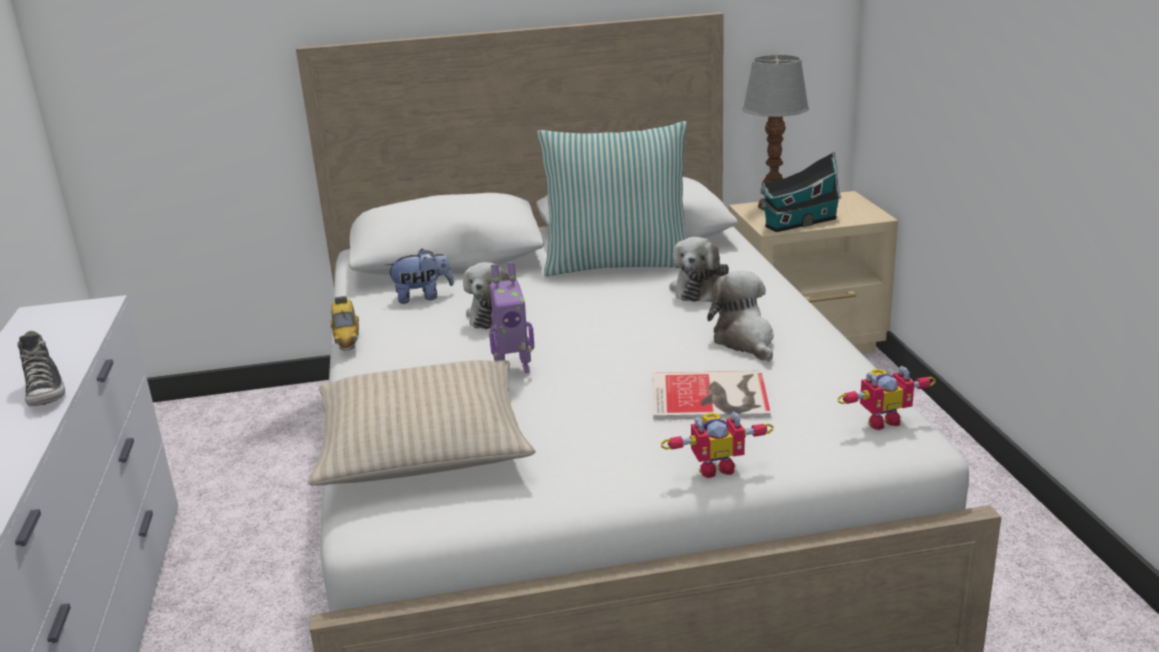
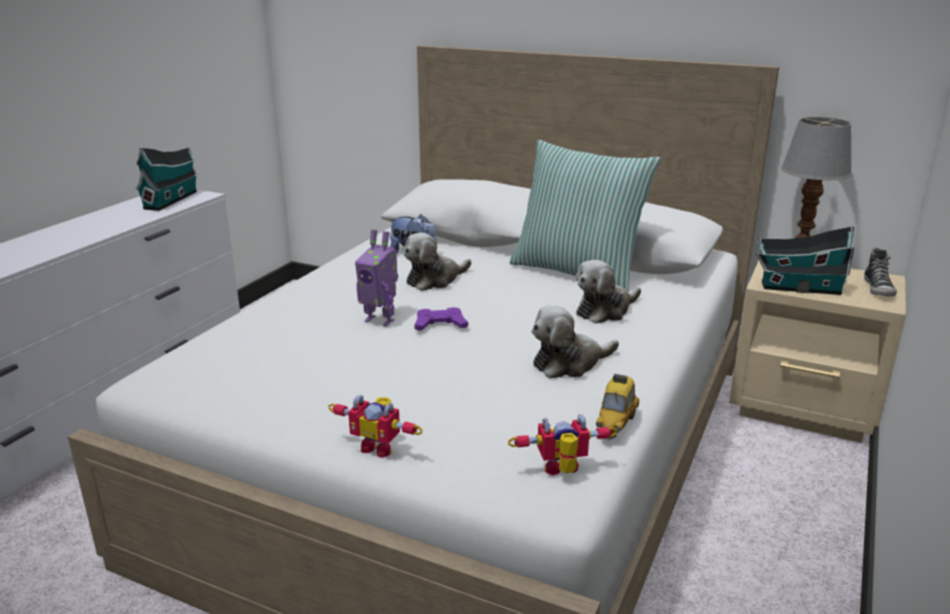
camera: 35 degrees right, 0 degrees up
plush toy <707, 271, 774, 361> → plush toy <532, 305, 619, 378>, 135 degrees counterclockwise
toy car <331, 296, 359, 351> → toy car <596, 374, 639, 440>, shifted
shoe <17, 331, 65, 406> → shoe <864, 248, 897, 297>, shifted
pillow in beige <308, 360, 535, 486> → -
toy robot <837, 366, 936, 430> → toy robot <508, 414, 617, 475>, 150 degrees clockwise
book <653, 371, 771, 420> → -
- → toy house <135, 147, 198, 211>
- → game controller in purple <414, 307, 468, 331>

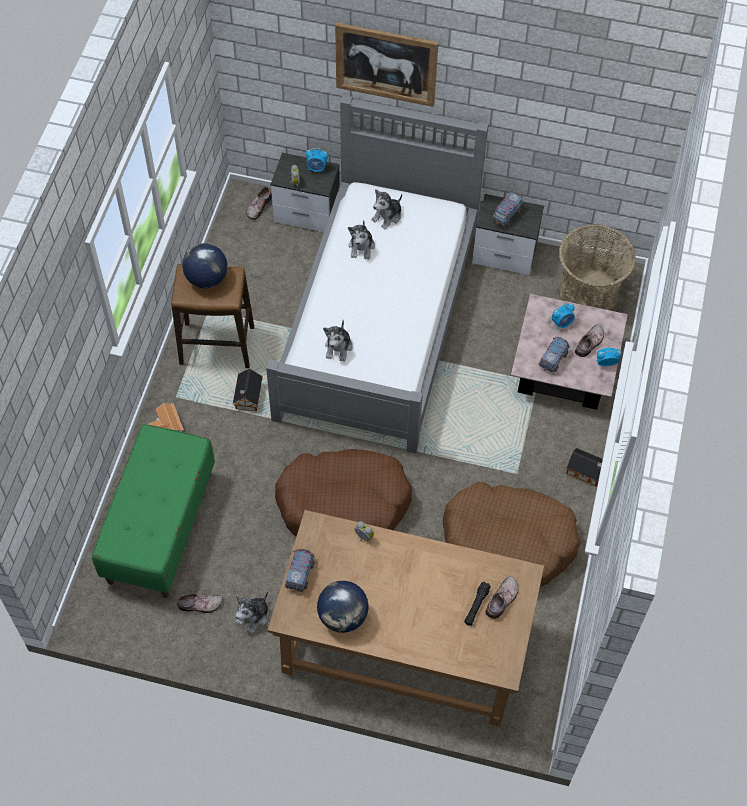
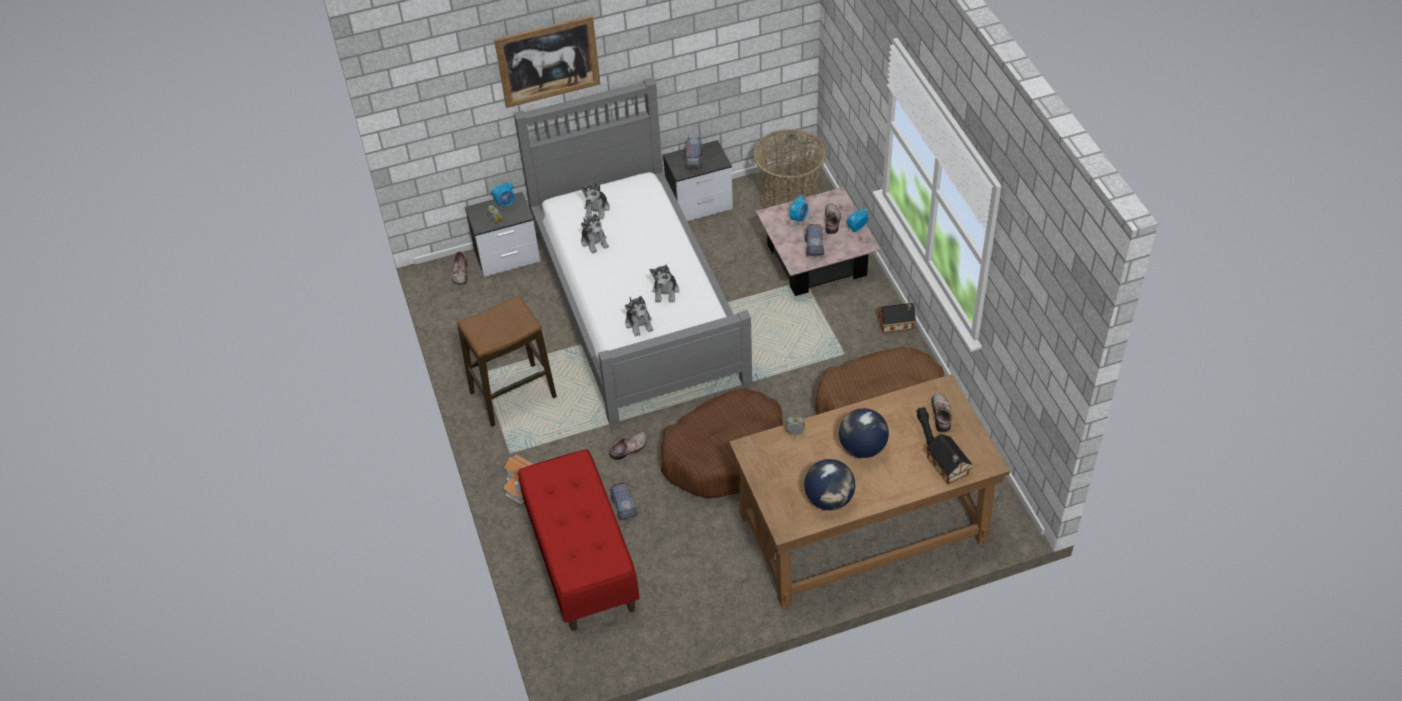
camera: 30 degrees left, 10 degrees down
globe <182, 243, 227, 288> → globe <839, 408, 889, 458>, shifted
toy house <233, 369, 263, 411> → toy house <926, 434, 973, 484>, shifted
bench in green <92, 424, 215, 598> → bench in red <518, 449, 640, 631>
toy truck <285, 549, 314, 592> → toy truck <610, 482, 637, 520>, shifted
plush toy <235, 591, 269, 634> → plush toy <649, 264, 679, 303>, shifted
shoe <177, 593, 222, 613> → shoe <609, 432, 647, 460>, shifted

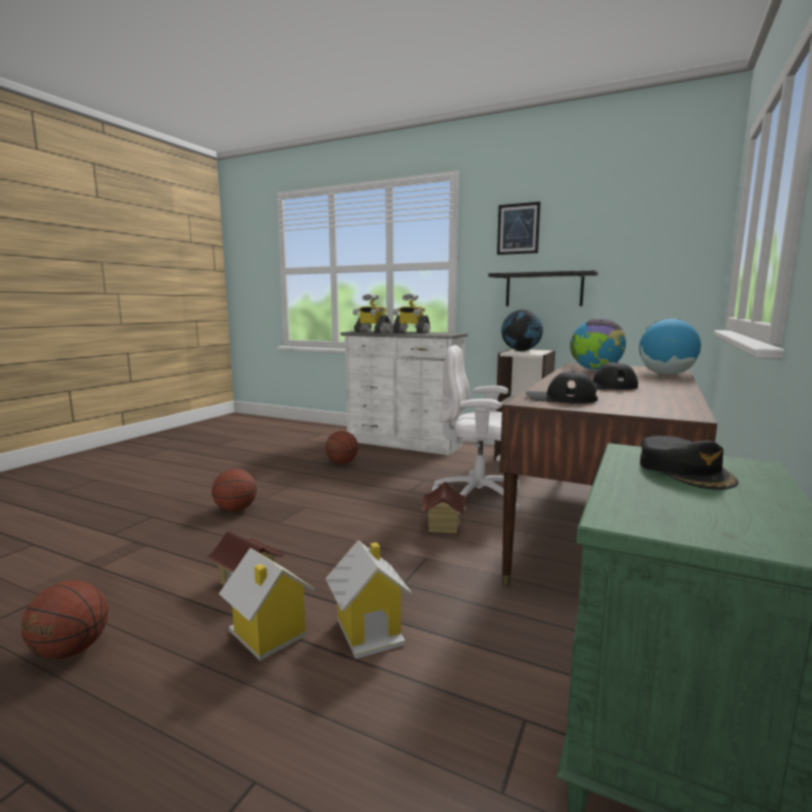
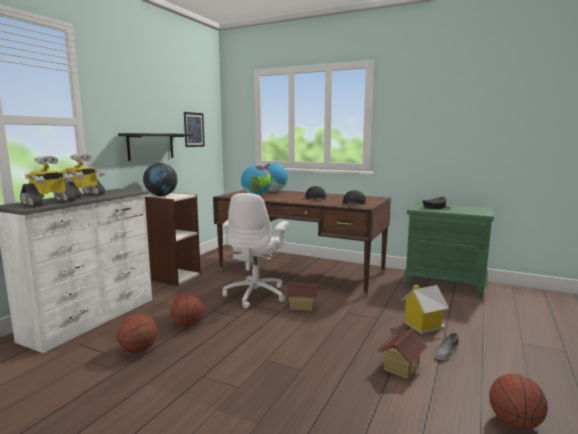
camera: 90 degrees left, 0 degrees up
picture <497, 202, 541, 255> → picture <184, 112, 205, 147>, shifted
basketball <212, 469, 257, 512> → basketball <170, 293, 204, 326>, shifted
toy house <219, 548, 316, 661> → shoe in grey <435, 333, 459, 360>

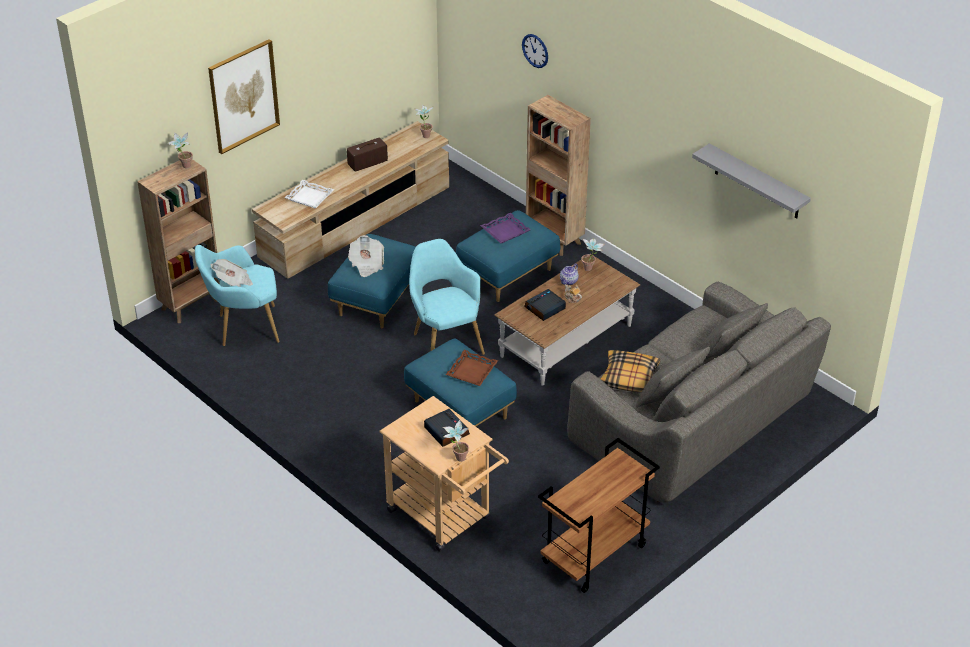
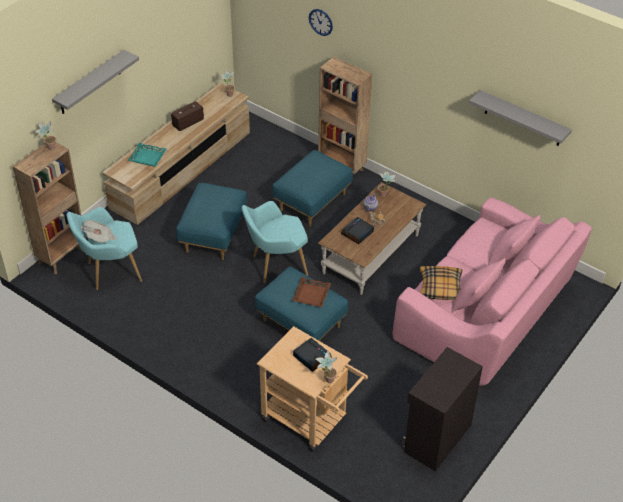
camera: 10 degrees left, 5 degrees up
picture <208, 39, 280, 154> → shelf in grey <52, 50, 139, 114>
tray in white <285, 180, 334, 208> → tray in turquoise <128, 143, 166, 167>
tray in purple <480, 213, 531, 244> → -
newspaper <348, 235, 384, 277> → -
armchair in turquoise <409, 239, 485, 355> → armchair in turquoise <242, 201, 308, 283>, 75 degrees counterclockwise
sofa in grey <567, 282, 831, 503> → sofa in pink <392, 197, 592, 386>
cart in brown <538, 438, 660, 593> → cabinet in black <402, 347, 483, 471>

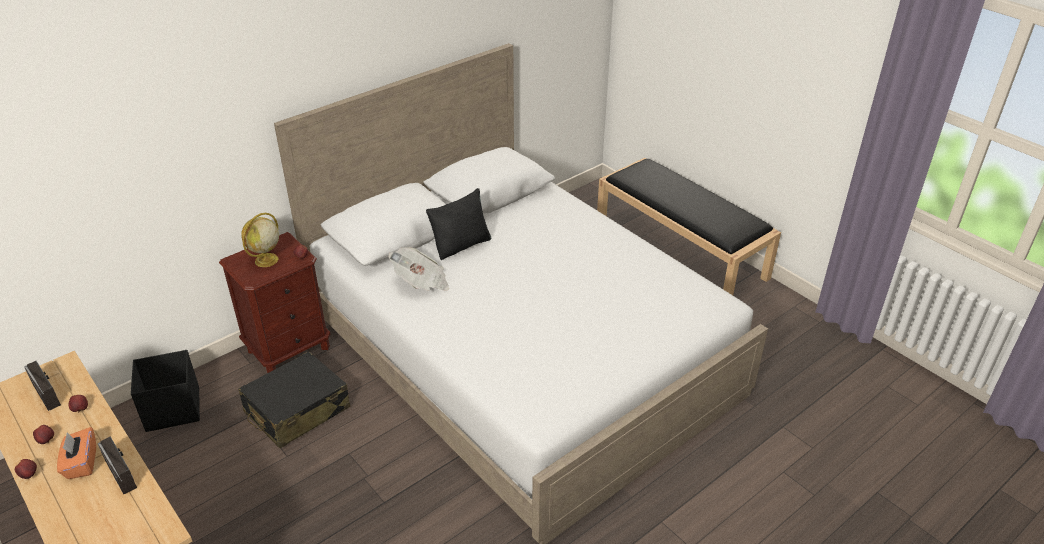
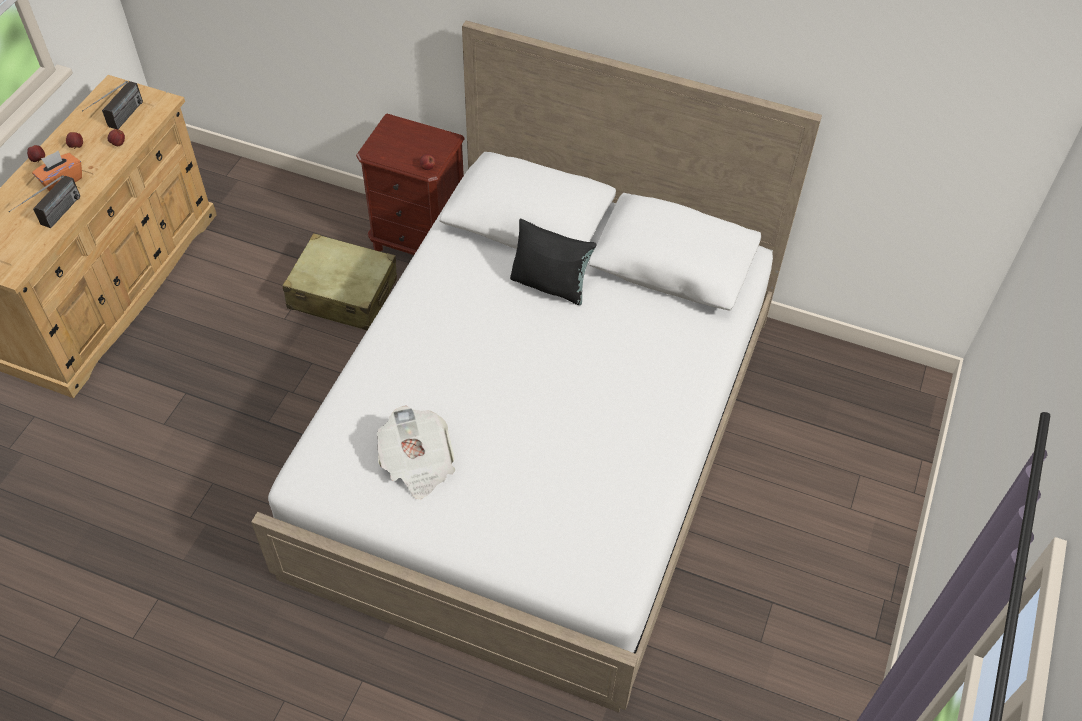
camera: 60 degrees right, 15 degrees up
bench in black <597, 158, 781, 295> → -
globe <241, 213, 279, 267> → -
newspaper <389, 247, 449, 291> → newspaper <377, 405, 455, 499>, shifted
storage box in black <131, 350, 200, 432> → -
suitcase in black <238, 351, 350, 448> → suitcase in beige <283, 233, 397, 330>

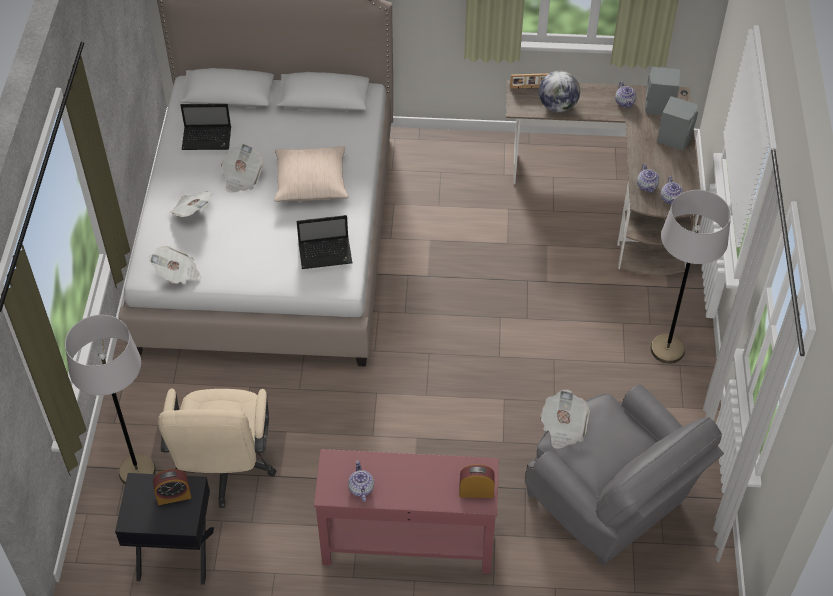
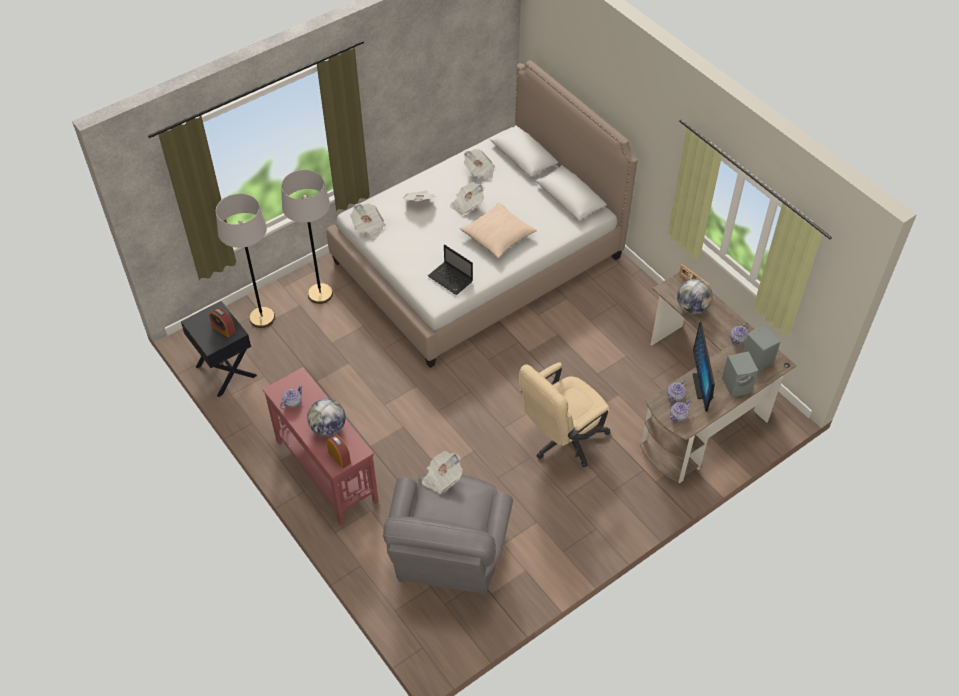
camera: 50 degrees right, 0 degrees up
laptop <180, 104, 231, 150> → newspaper <464, 149, 495, 180>
floor lamp in grey <651, 190, 731, 364> → floor lamp in grey <281, 170, 333, 304>, shifted
office chair in beige <158, 388, 276, 508> → office chair in beige <519, 363, 610, 467>, shifted
- → monitor <693, 322, 715, 412>
- → globe <307, 399, 346, 437>

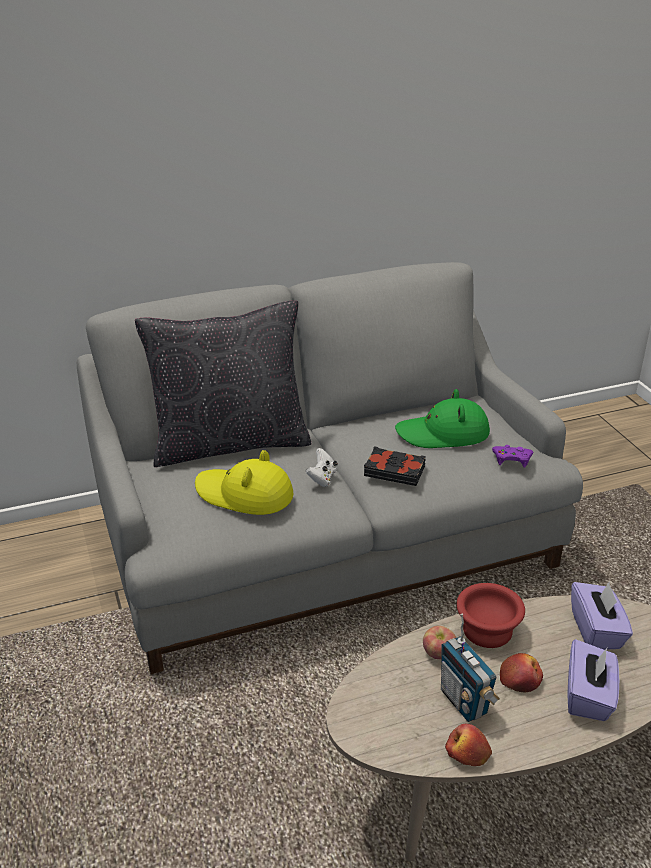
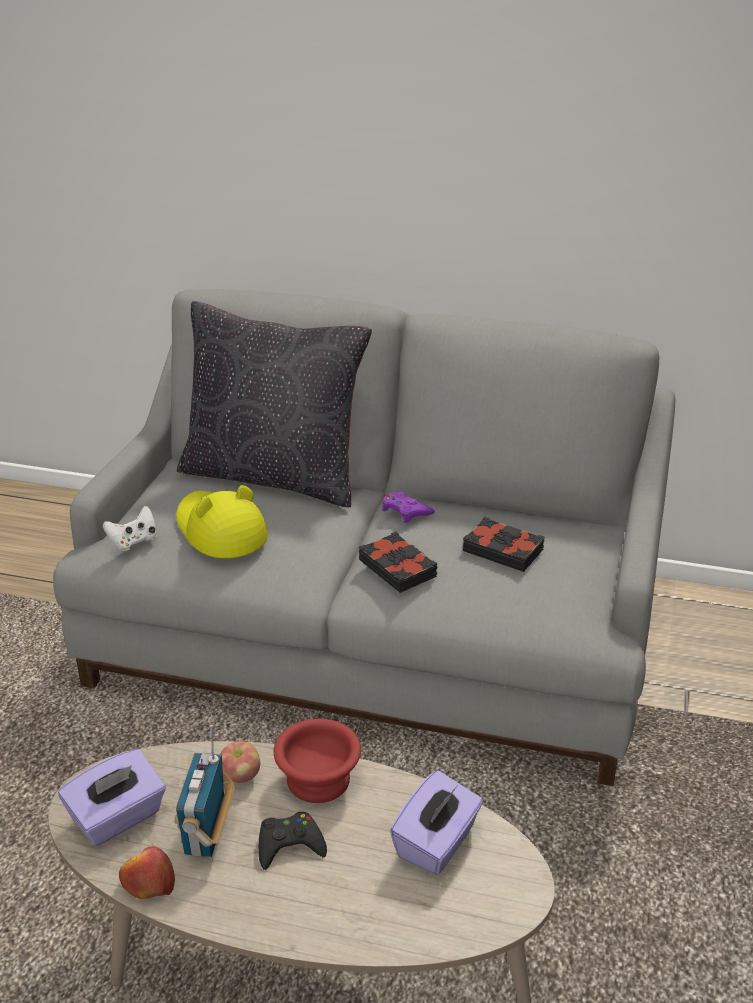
camera: 35 degrees right, 0 degrees up
hat in green <395, 389, 490, 448> → book in black <463, 516, 545, 572>
game controller in purple <492, 445, 533, 467> → game controller in purple <382, 492, 435, 523>, shifted
game controller in white <306, 448, 338, 487> → game controller in white <103, 506, 157, 551>, shifted
tissue box in purple <567, 639, 619, 721> → tissue box in purple <59, 749, 166, 846>, shifted
apple <500, 653, 543, 692> → game controller in black <259, 812, 327, 870>

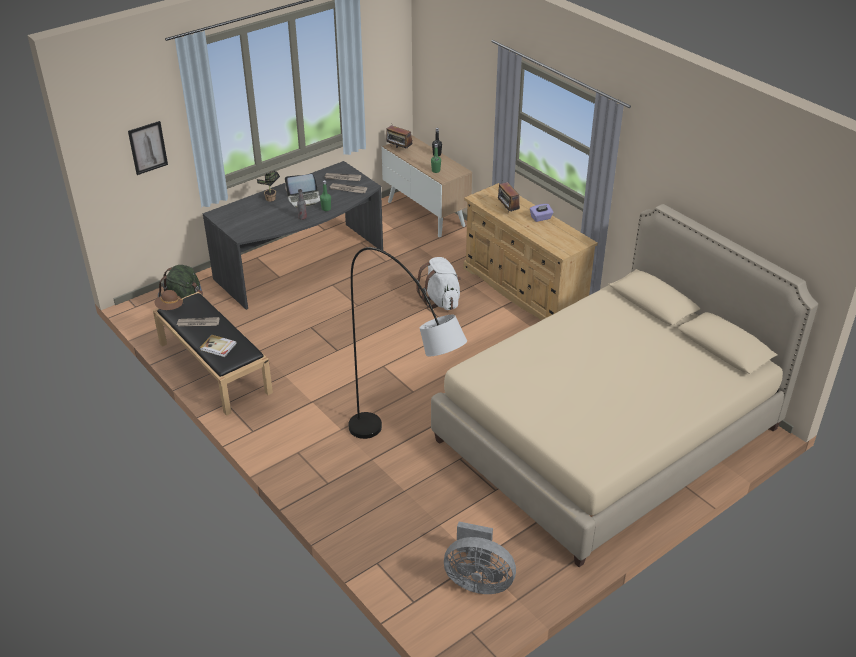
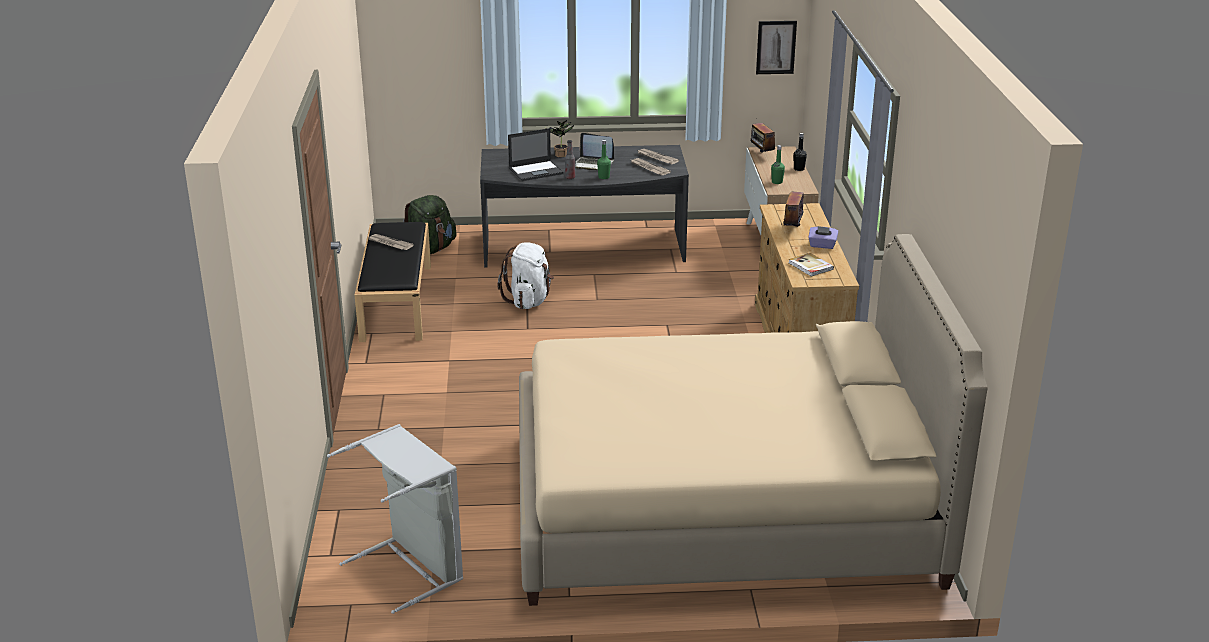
camera: 35 degrees right, 10 degrees down
picture <128, 121, 168, 175> → picture <756, 21, 797, 74>, shifted
floor lamp in grey <348, 247, 467, 439> → -
backpack in white <416, 257, 461, 310> → backpack in white <497, 242, 554, 309>, shifted
hat in brown <155, 290, 183, 310> → -
book <200, 335, 237, 357> → book <789, 253, 834, 277>, shifted
fan in grey <444, 522, 516, 594> → laundry basket in grey <327, 424, 463, 614>
- → laptop <508, 128, 564, 181>

